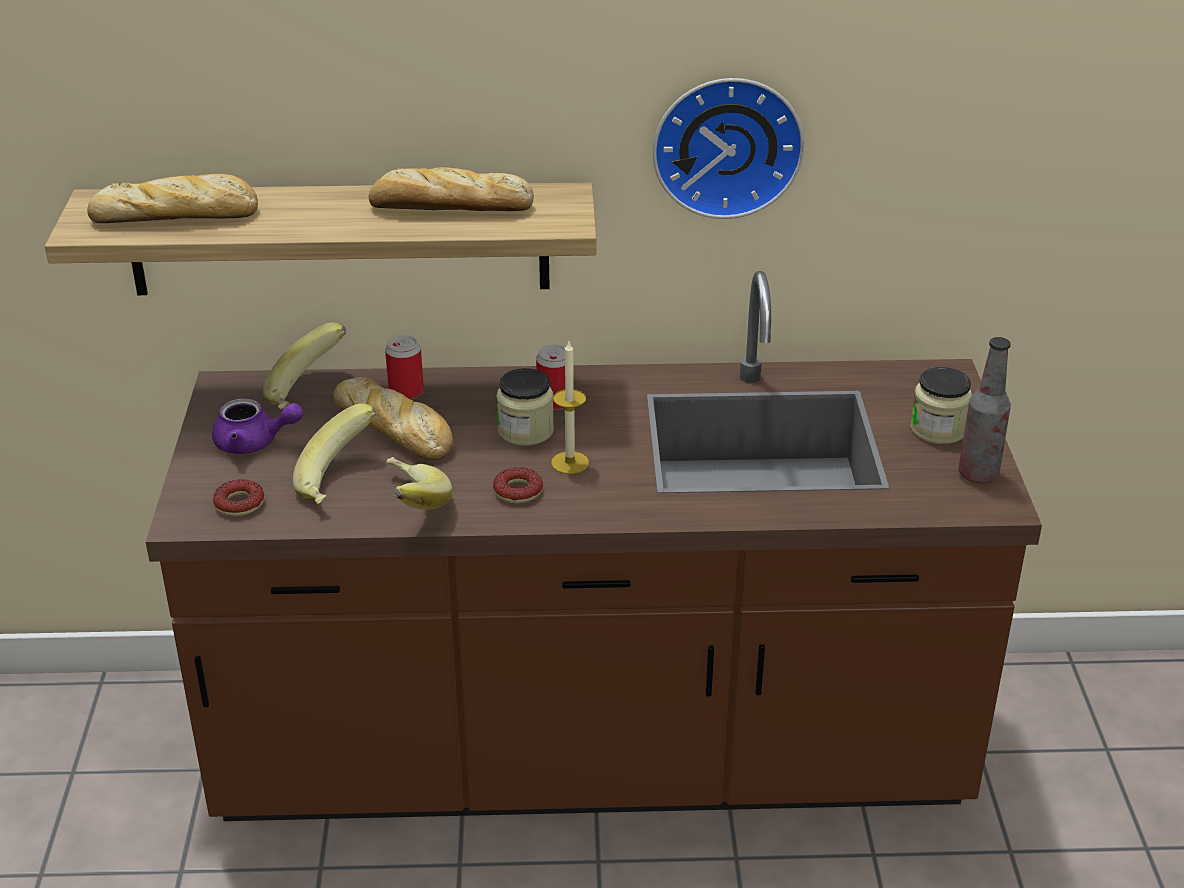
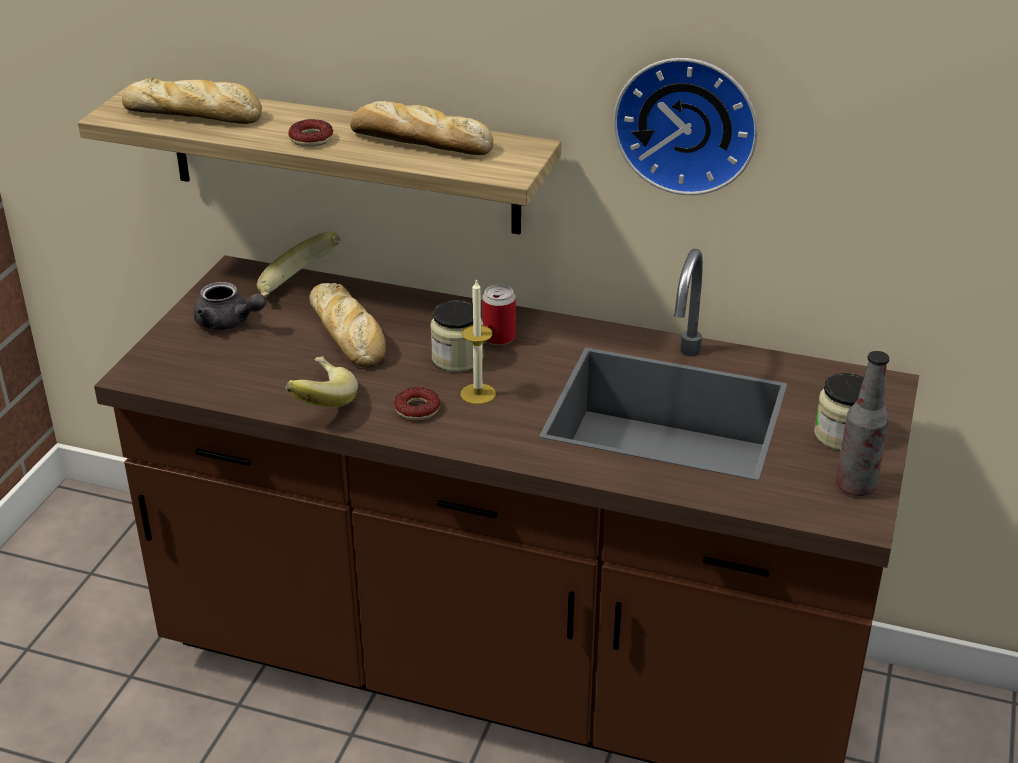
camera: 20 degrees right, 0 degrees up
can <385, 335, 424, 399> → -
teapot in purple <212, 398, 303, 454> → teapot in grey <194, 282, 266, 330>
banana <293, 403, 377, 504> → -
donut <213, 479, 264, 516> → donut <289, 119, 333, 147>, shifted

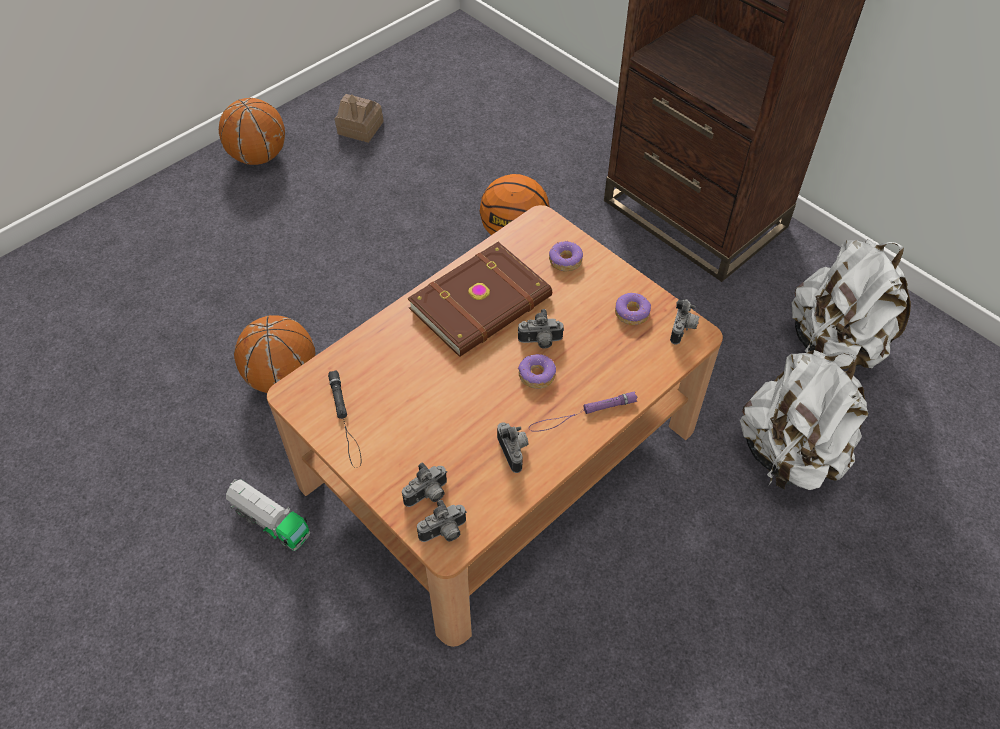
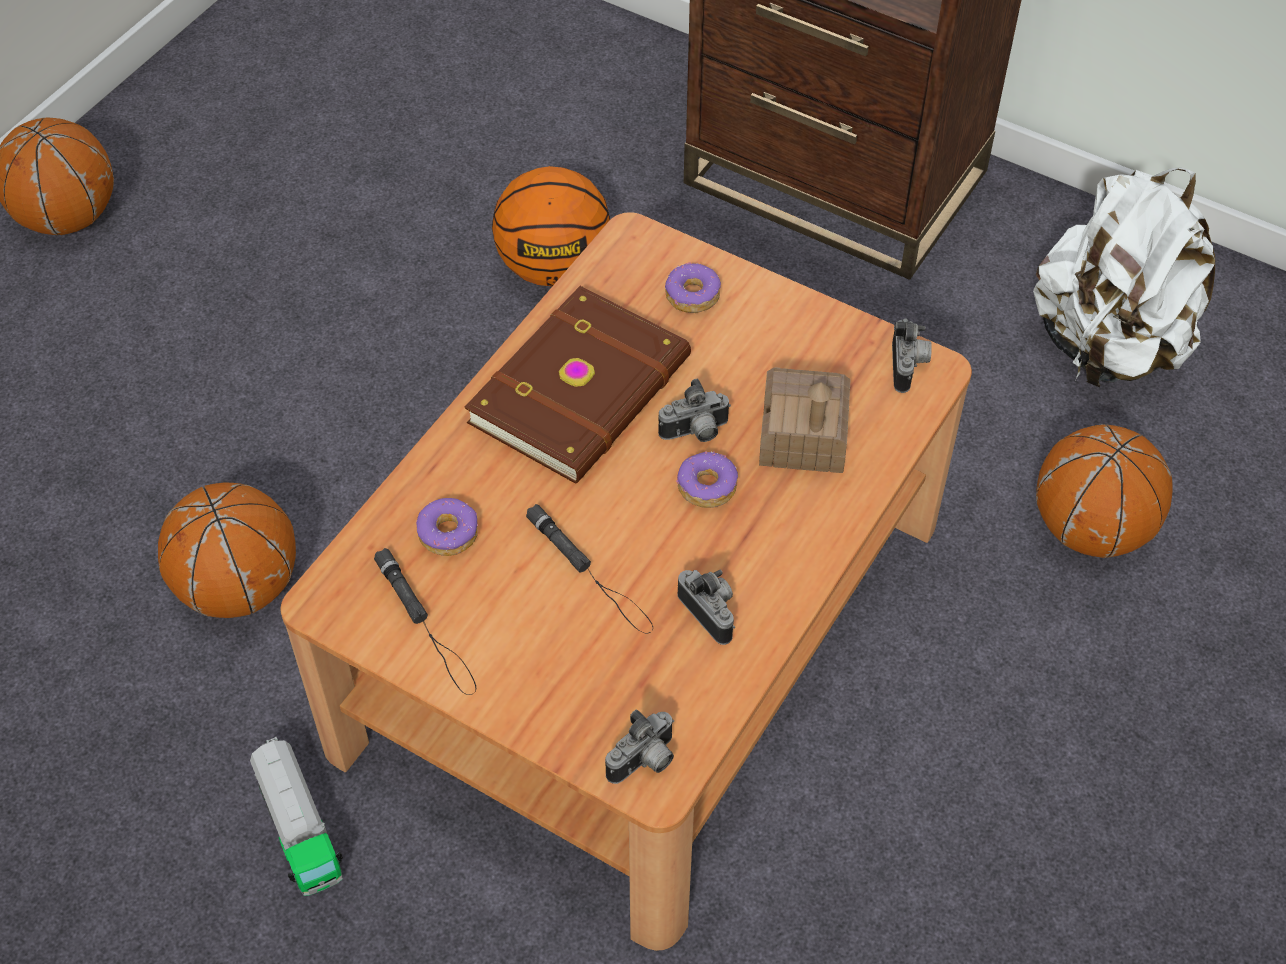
camera: 15 degrees left, 0 degrees up
toy house <335, 94, 384, 143> → toy house <759, 367, 850, 473>, shifted
donut <615, 293, 651, 325> → donut <416, 498, 478, 556>, shifted
backpack in white <740, 350, 868, 490> → basketball <1036, 424, 1173, 558>
flashlight in purple <529, 391, 637, 432> → -
photo camera <402, 463, 447, 507> → -
toy truck <226, 479, 310, 551> → toy truck <250, 737, 343, 896>, 45 degrees clockwise
- → flashlight in black <526, 504, 653, 633>

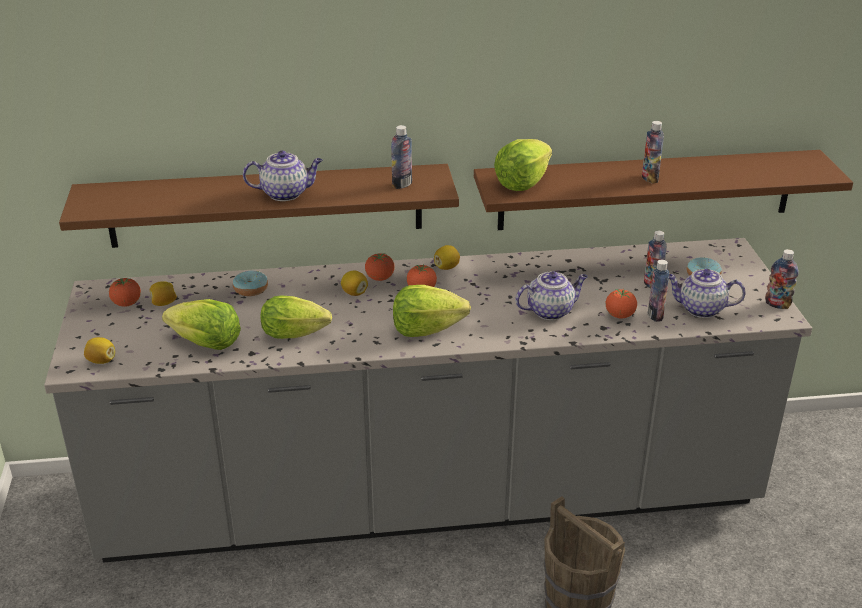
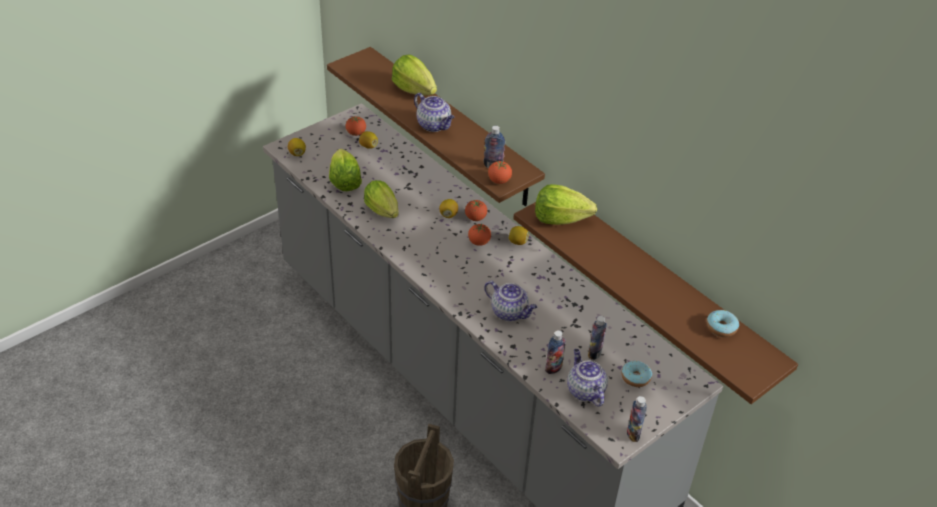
camera: 55 degrees right, 10 degrees up
bottle <642, 121, 664, 183> → -
donut <233, 271, 268, 296> → donut <706, 310, 739, 337>, shifted
lettuce <393, 285, 471, 337> → lettuce <392, 55, 437, 95>, shifted
tomato <606, 289, 637, 319> → tomato <488, 161, 512, 184>, shifted

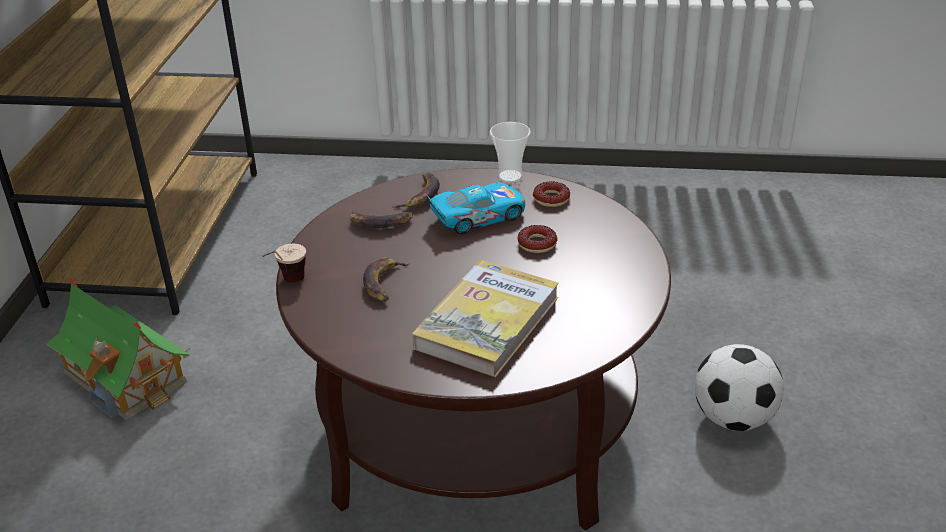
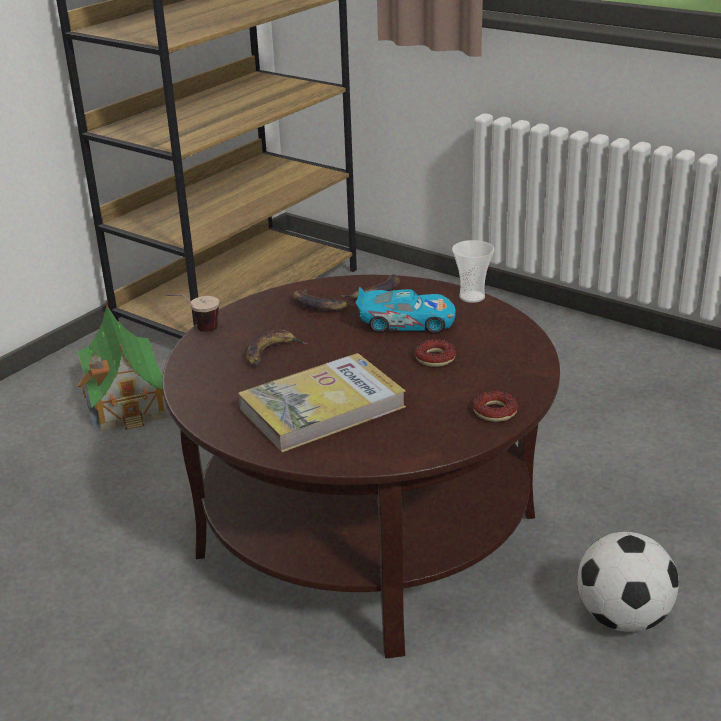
camera: 30 degrees right, 5 degrees down
donut <533, 181, 570, 207> → donut <473, 390, 518, 422>, shifted

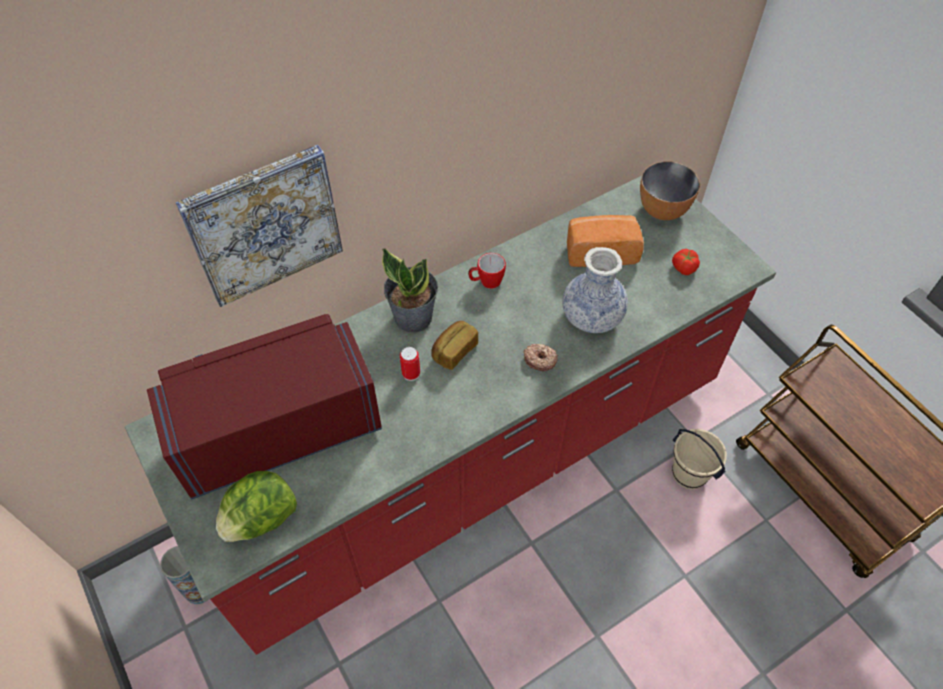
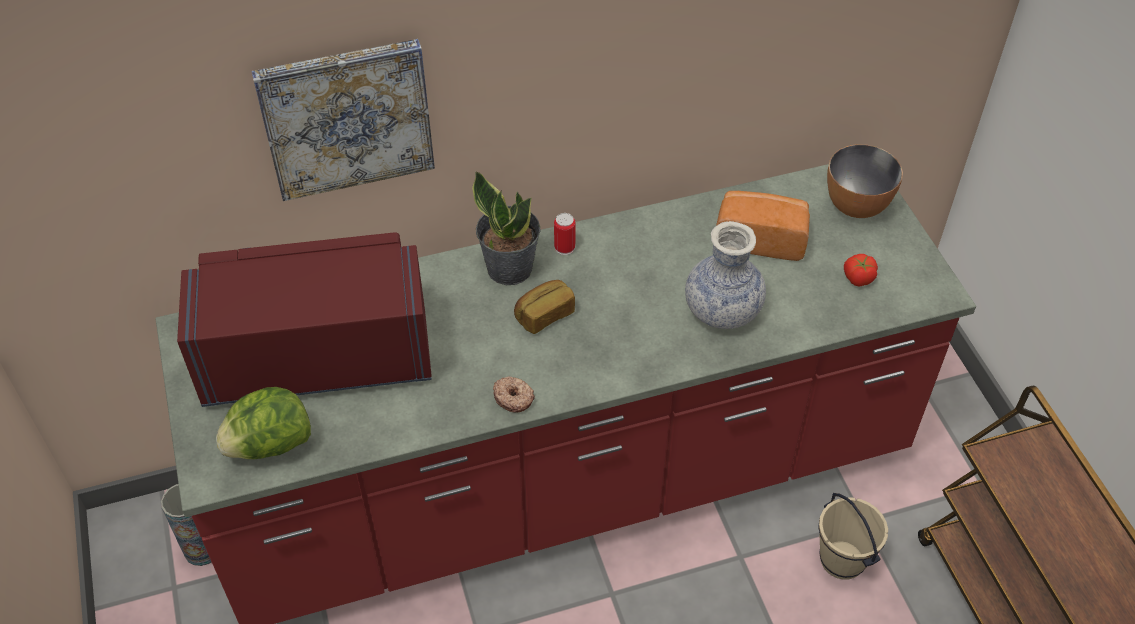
camera: 15 degrees right, 5 degrees down
mug <468, 253, 506, 289> → -
donut <524, 344, 558, 371> → donut <493, 376, 535, 413>, shifted
can <400, 347, 420, 381> → can <554, 213, 576, 255>, shifted

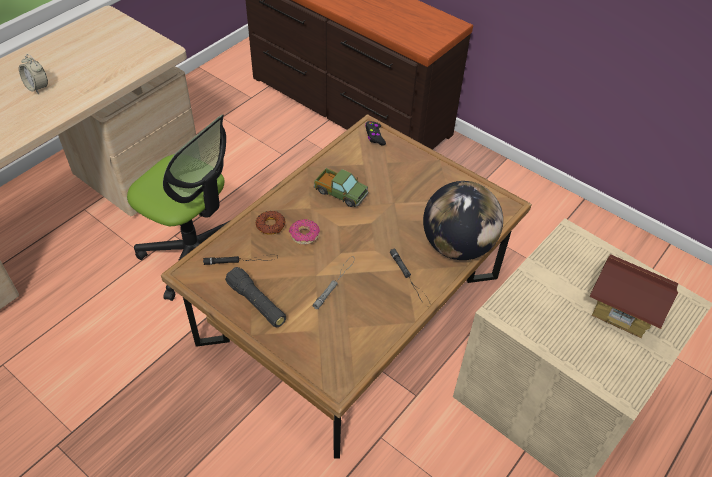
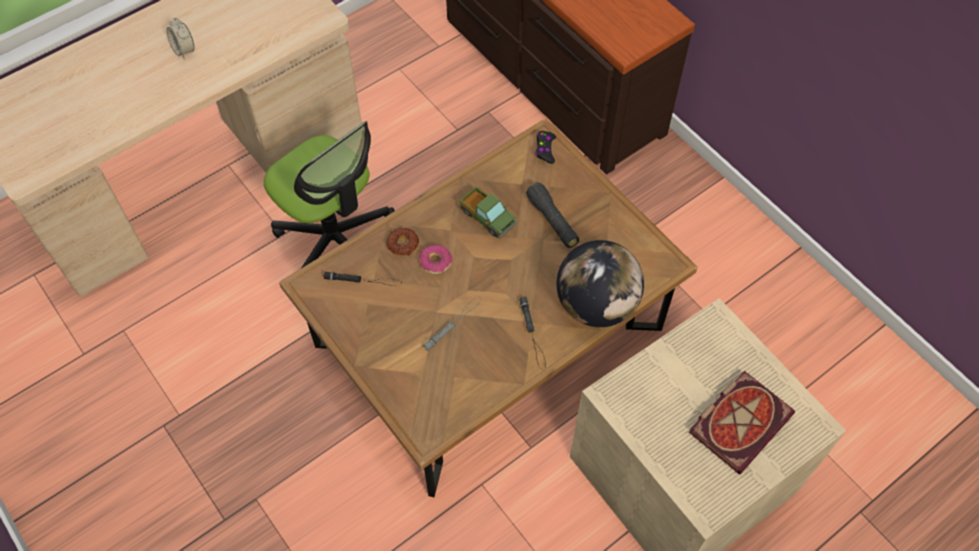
camera: 15 degrees right, 10 degrees up
toy house <590, 254, 679, 338> → book <689, 371, 795, 474>
flashlight in black <225, 267, 286, 328> → flashlight in black <526, 182, 579, 248>, shifted

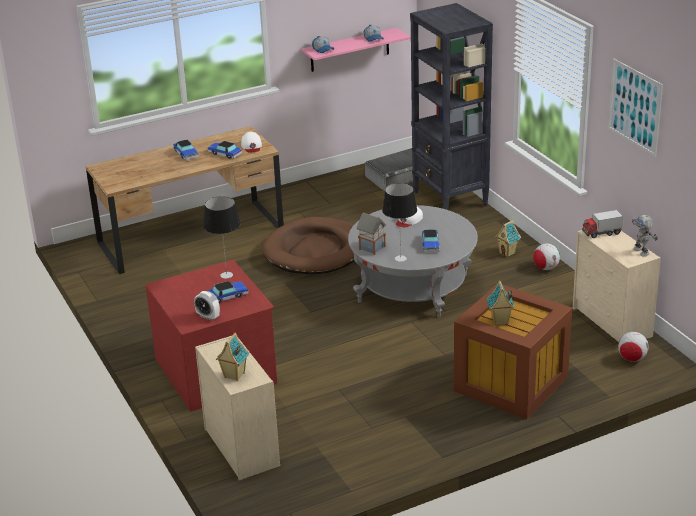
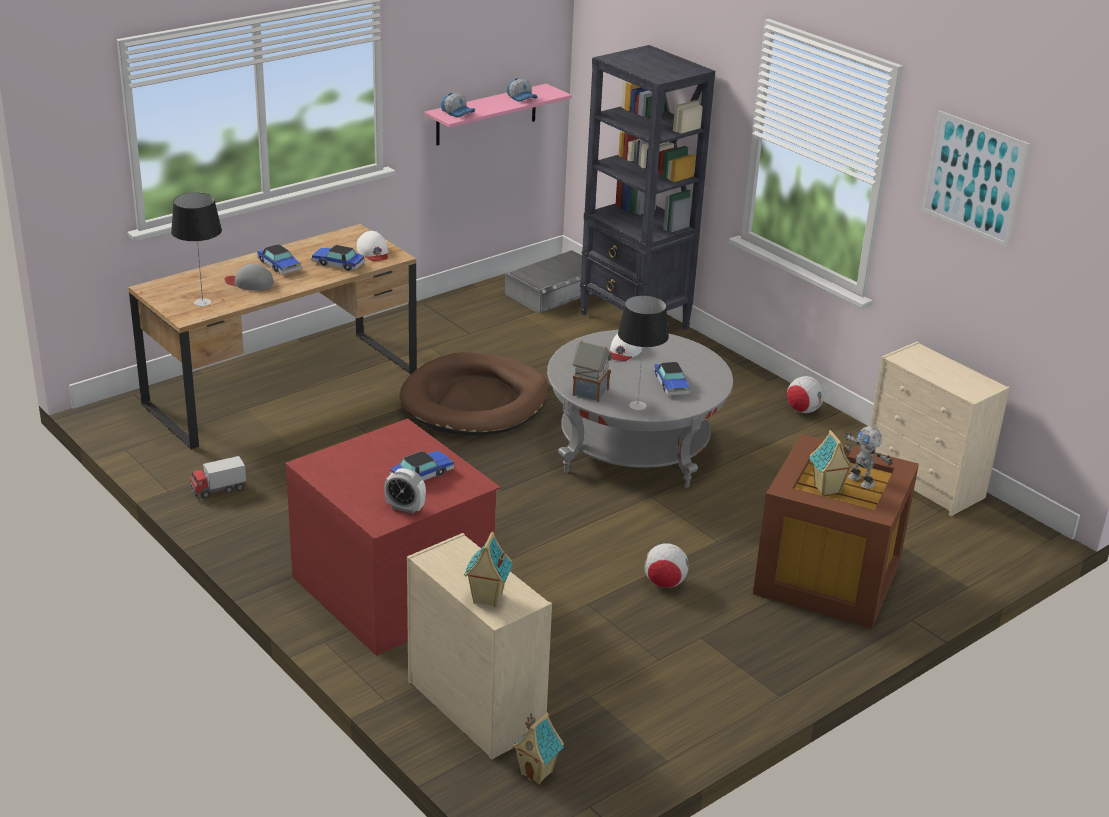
camera: 15 degrees left, 0 degrees up
table lamp <204, 196, 240, 279> → table lamp <171, 192, 222, 306>, shifted
toy truck <582, 210, 623, 238> → toy truck <190, 456, 246, 499>, shifted
toy robot <632, 215, 658, 257> → toy robot <845, 426, 893, 489>, shifted
toy house <495, 220, 521, 257> → toy house <512, 712, 564, 784>, shifted
football <618, 332, 649, 362> → football <644, 543, 689, 588>, shifted
- → cap in grey <224, 264, 274, 290>

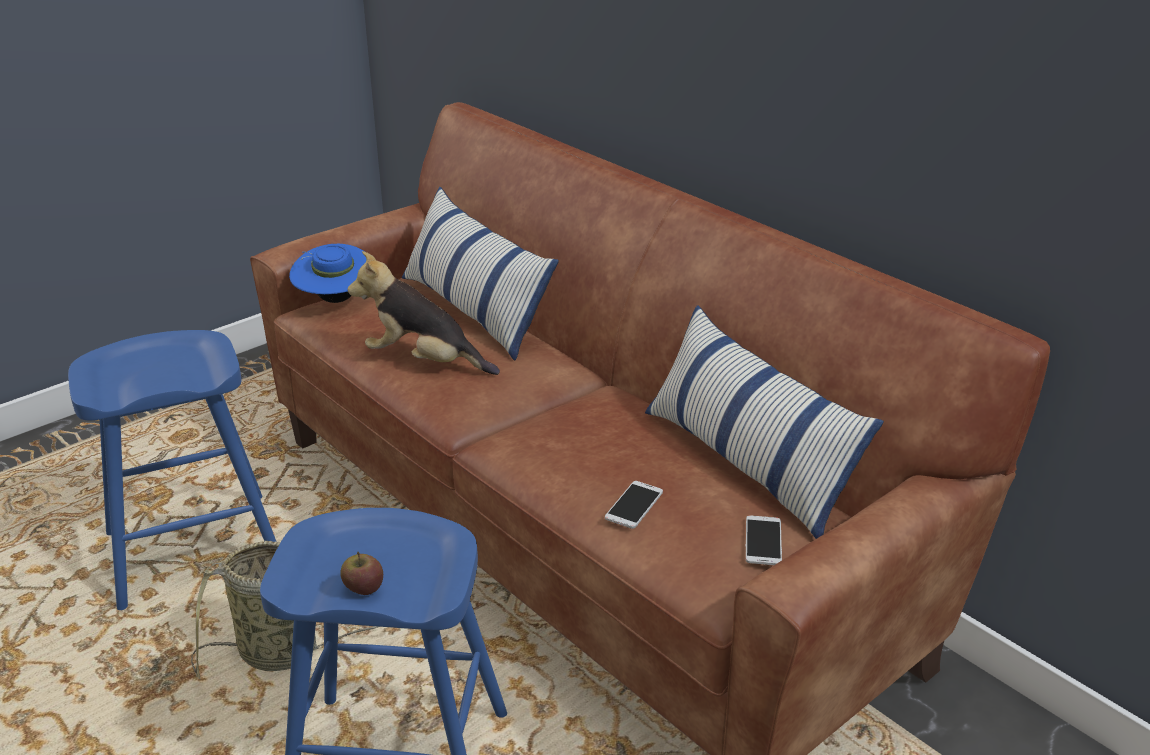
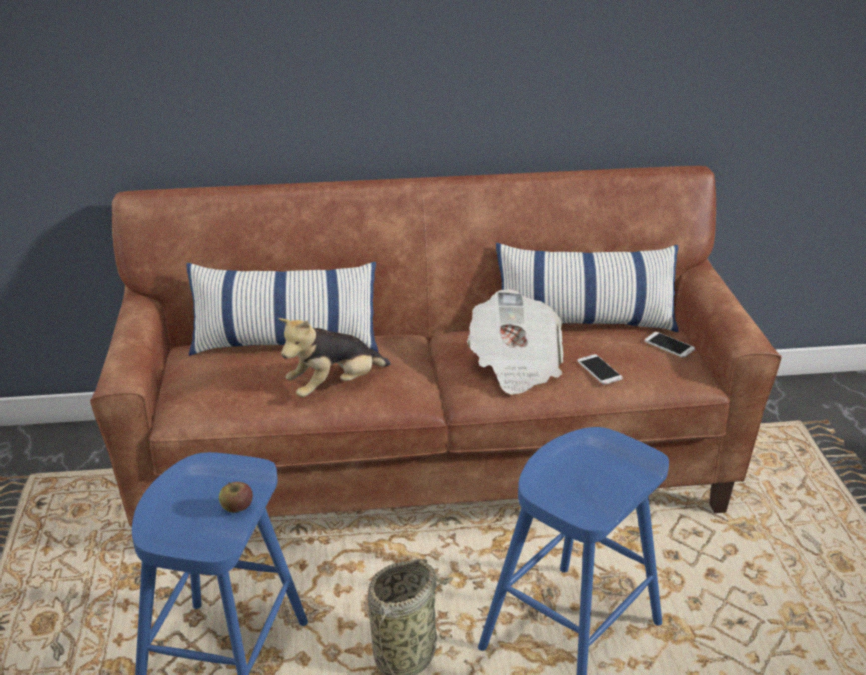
camera: 55 degrees left, 0 degrees up
hat in blue <289, 244, 366, 303> → -
apple <340, 552, 383, 595> → apple <219, 482, 253, 513>, shifted
- → newspaper <467, 289, 563, 395>

